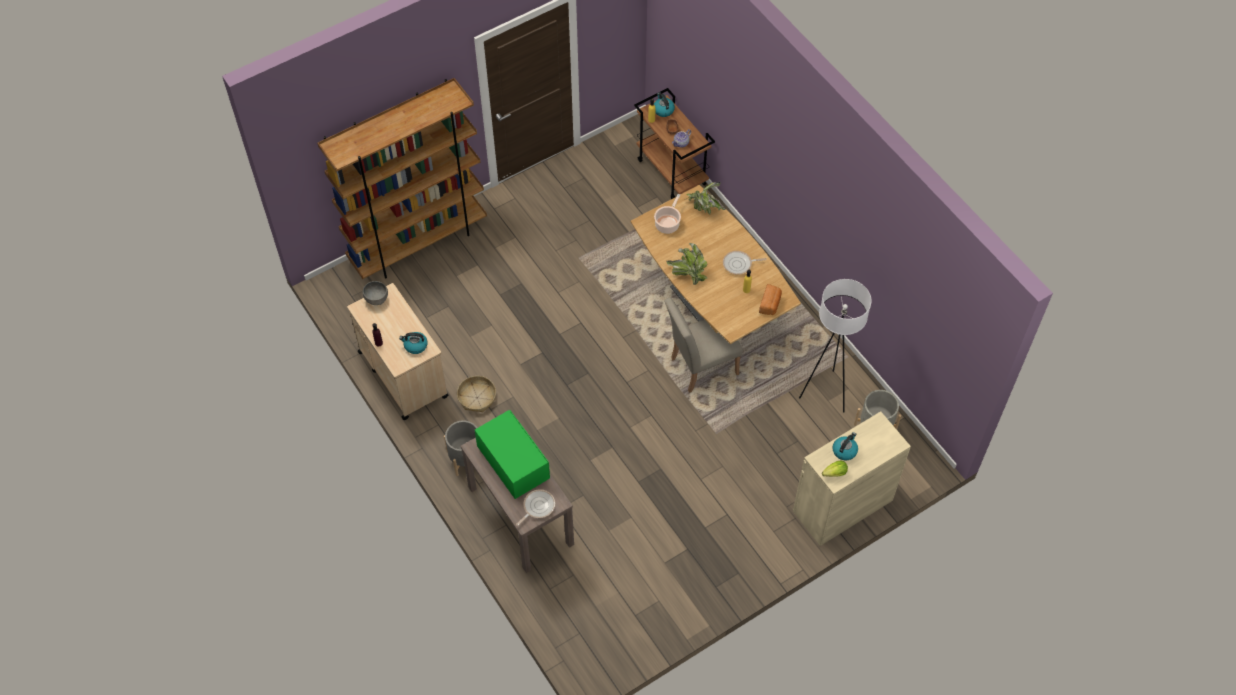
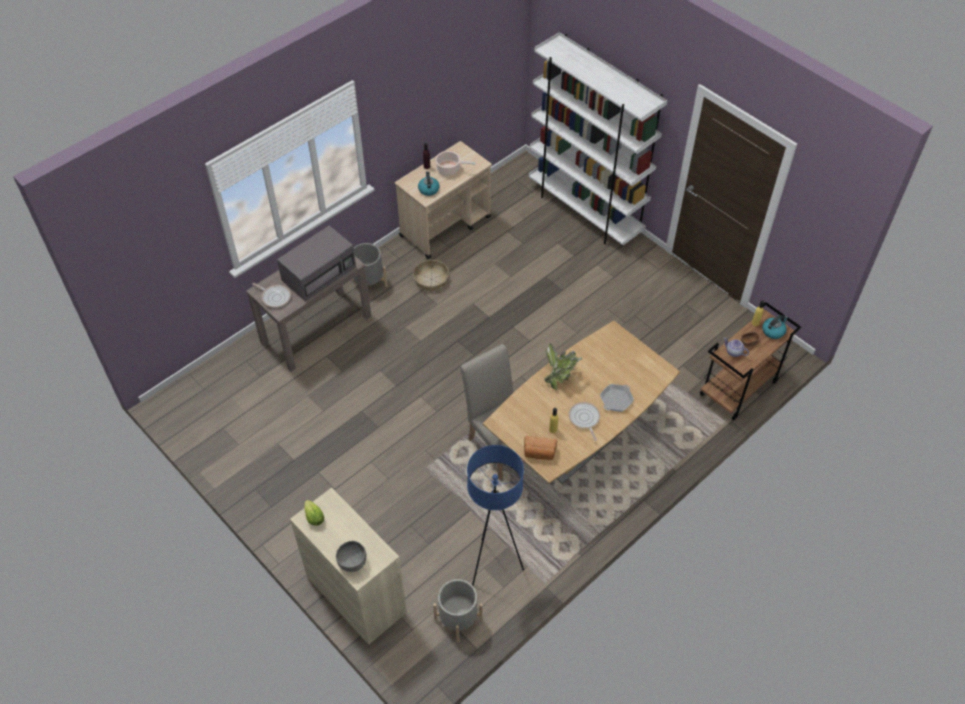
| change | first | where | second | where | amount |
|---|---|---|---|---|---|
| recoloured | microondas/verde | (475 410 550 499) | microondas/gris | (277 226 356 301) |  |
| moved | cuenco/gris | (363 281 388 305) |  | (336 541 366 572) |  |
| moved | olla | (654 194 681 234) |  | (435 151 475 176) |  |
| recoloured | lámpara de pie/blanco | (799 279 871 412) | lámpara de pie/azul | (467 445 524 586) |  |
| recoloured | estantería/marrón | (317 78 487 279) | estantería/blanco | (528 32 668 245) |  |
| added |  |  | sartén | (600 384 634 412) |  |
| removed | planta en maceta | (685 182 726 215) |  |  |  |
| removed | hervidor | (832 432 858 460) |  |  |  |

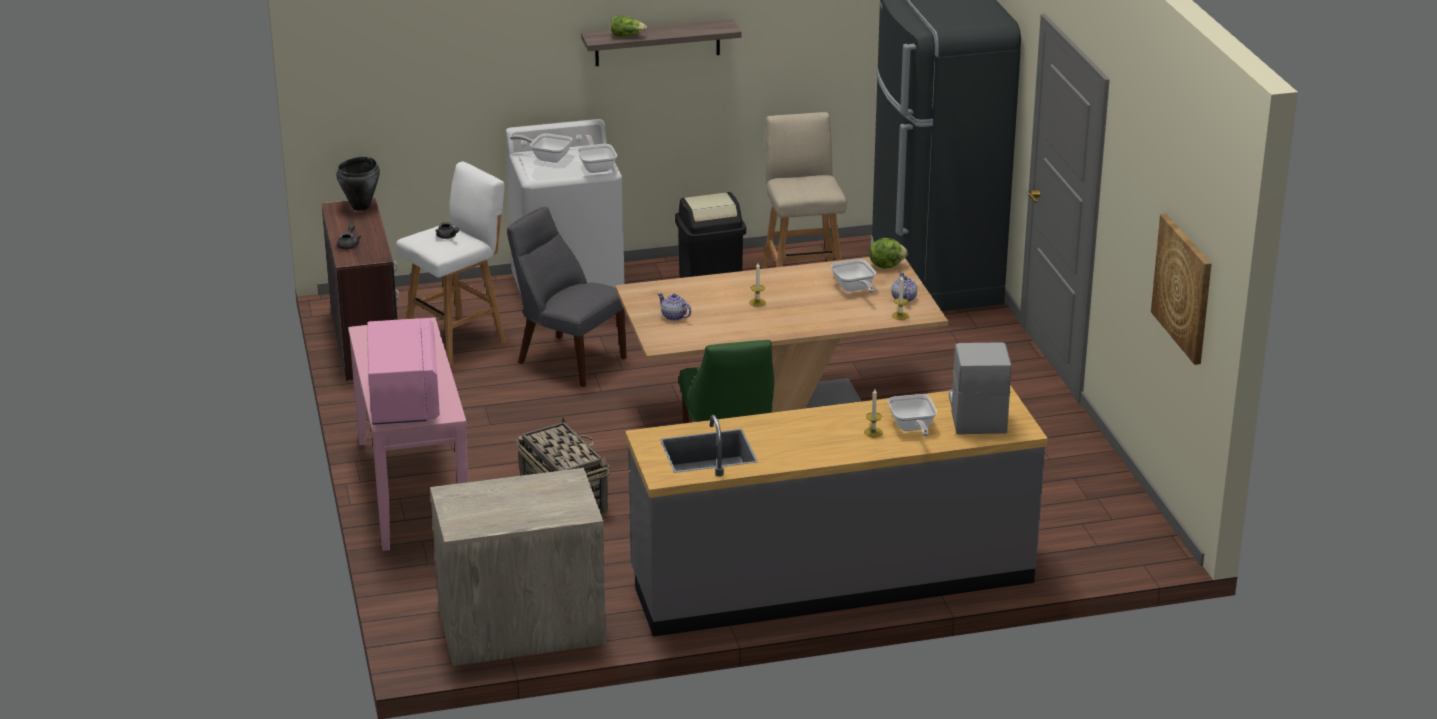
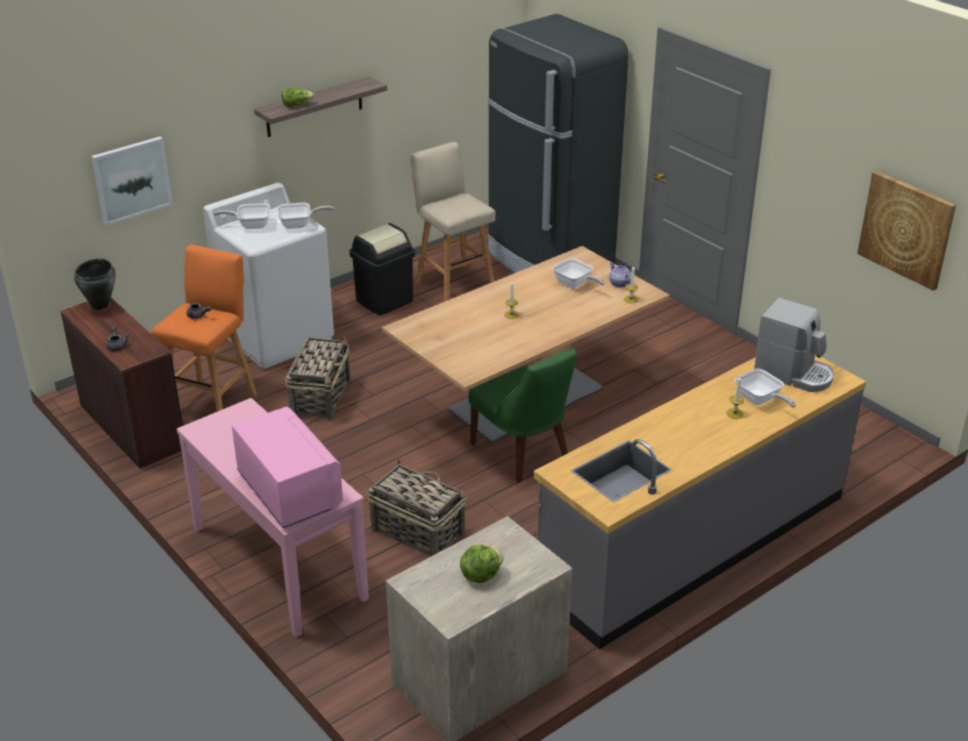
| change | first | where | second | where | amount |
|---|---|---|---|---|---|
| added |  |  | cuadro | (91 137 173 226) |  |
| recoloured | taburete/blanco | (396 161 506 365) | taburete/naranja | (151 245 257 412) |  |
| turned | sartén | (577 135 617 173) |  | (277 202 334 229) | 120 degrees clockwise |
| replaced | silla/gris | (507 207 627 387) | cesta | (285 336 351 421) |  |
| moved | lechuga | (869 238 908 268) |  | (460 545 504 583) |  |
| turned | cafetera | (949 342 1011 434) |  | (754 297 834 392) | 150 degrees clockwise |
| removed | tetera | (658 293 691 321) |  |  |  |

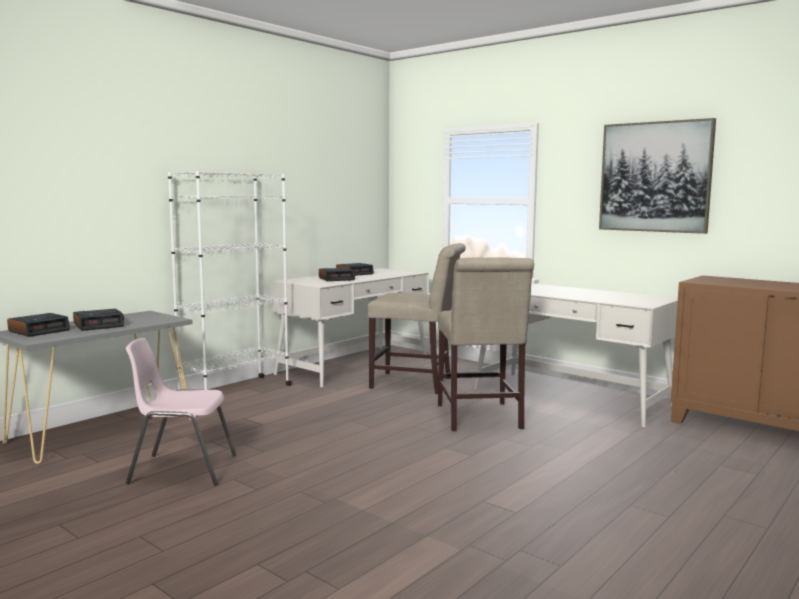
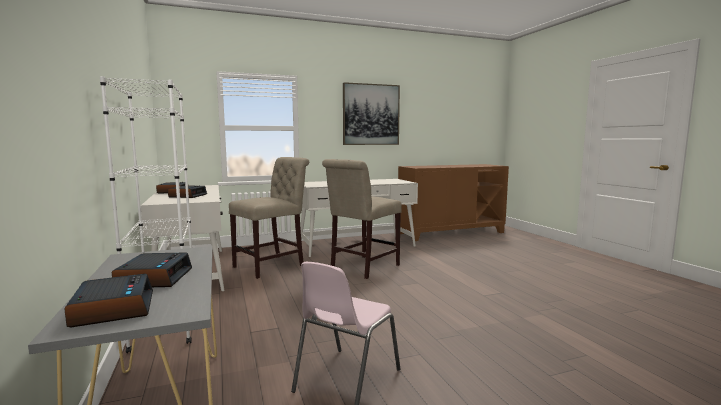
| change | first | where | second | where | amount |
|---|---|---|---|---|---|
| turned | silla/beis | (438 257 534 431) |  | (322 159 402 279) | 105 degrees clockwise |

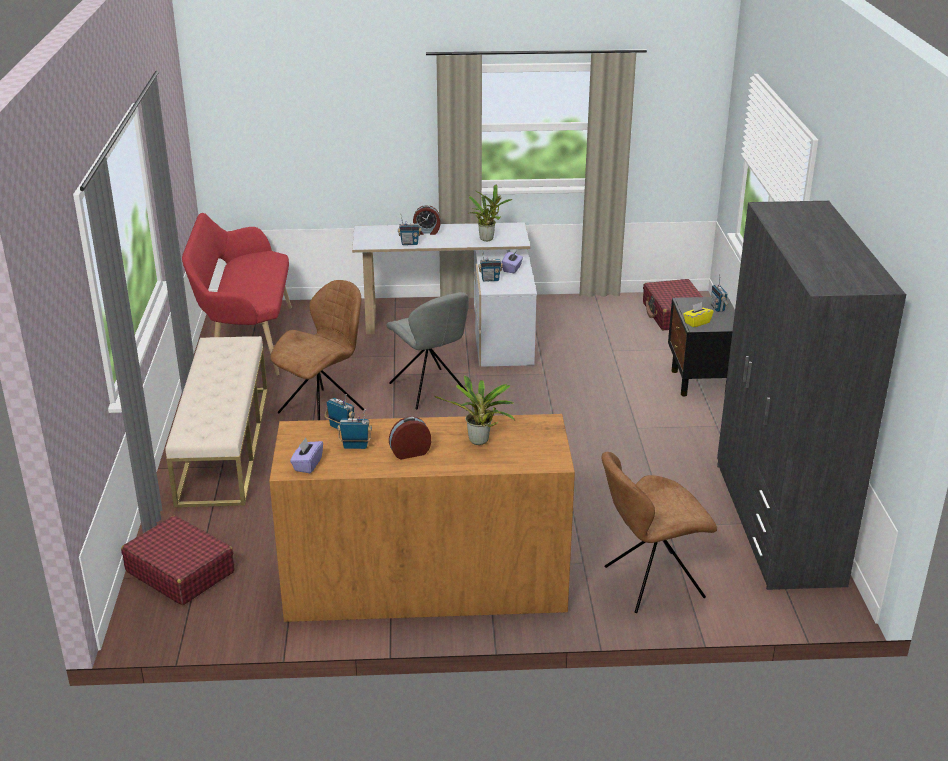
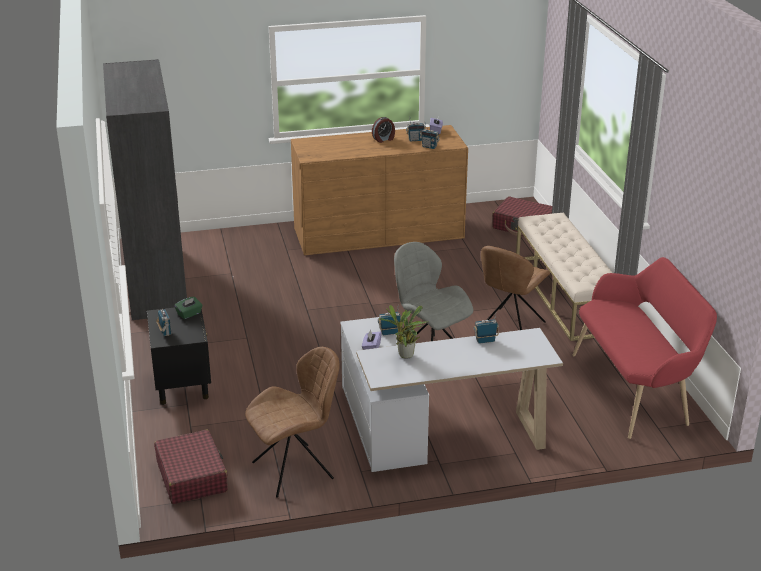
| change | first | where | second | where | amount |
|---|---|---|---|---|---|
| recoloured | caja de pañuelos/amarillo | (683 302 713 328) | caja de pañuelos/verde | (174 297 203 319) |  |
| moved | silla/marrón | (602 452 717 613) |  | (245 347 340 498) |  |
| removed | despertador | (413 205 441 235) |  |  |  |
| removed | planta en maceta | (435 375 515 445) |  |  |  |

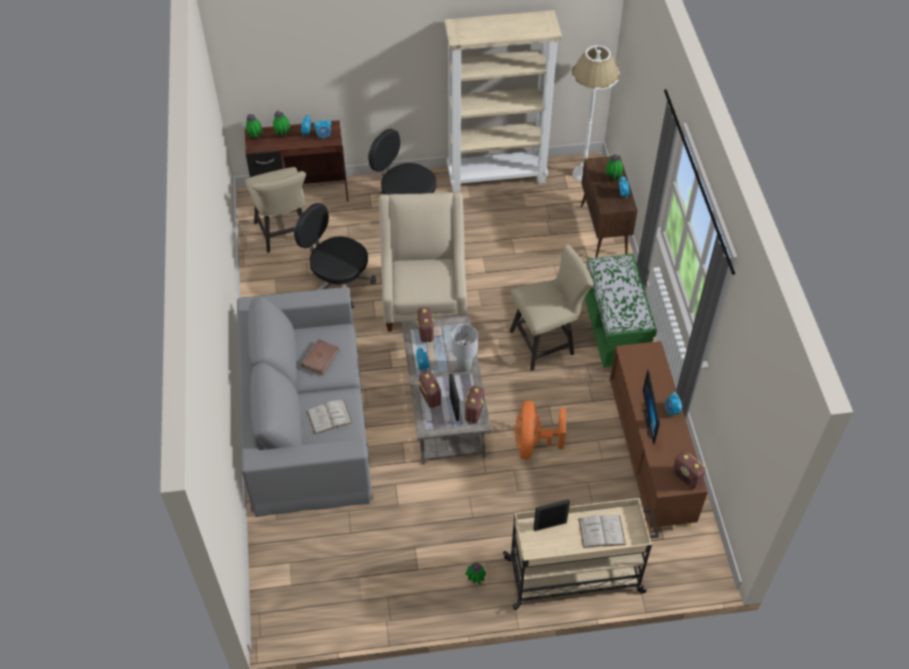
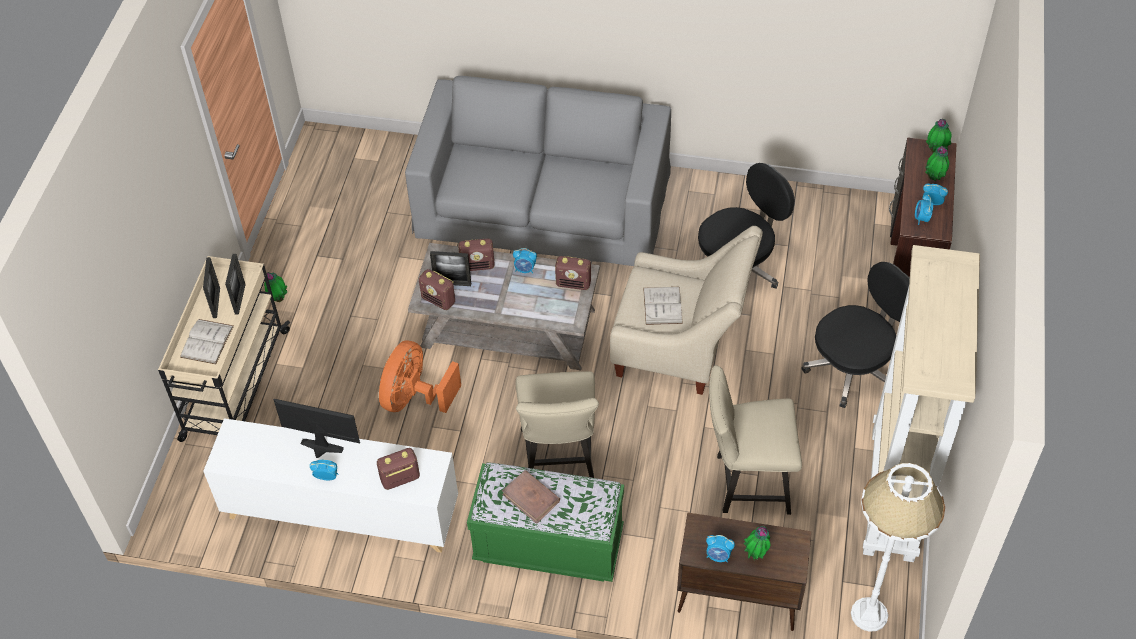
| change | first | where | second | where | amount |
|---|---|---|---|---|---|
| added |  |  | portarretratos | (203 257 220 318) |  |
| recoloured | armario/marrón | (610 341 708 532) | armario/blanco | (203 418 458 553) |  |
| moved | radio | (672 451 706 489) |  | (377 448 420 490) |  |
| turned | ventilador/naranja | (514 401 566 460) |  | (379 340 461 413) | 90 degrees counterclockwise |
| moved | libro/marrón | (301 339 340 375) |  | (502 470 560 524) |  |
| moved | libro/blanco | (307 400 352 434) |  | (643 287 683 325) |  |
| moved | silla/beis | (245 167 306 253) |  | (709 365 802 515) |  |
| removed | lámpara de mesa/gris | (452 325 478 372) |  |  |  |

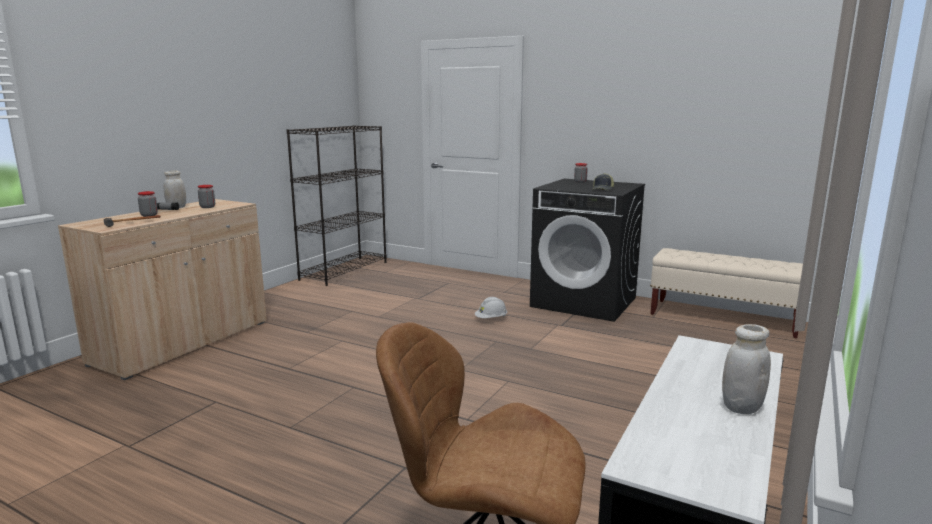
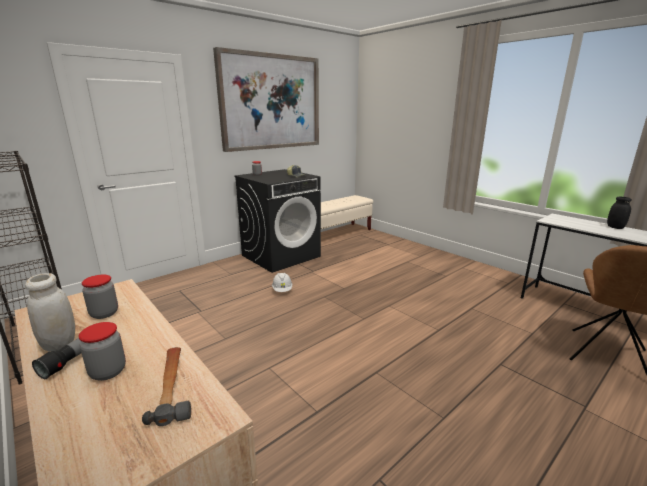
| change | first | where | second | where | amount |
|---|---|---|---|---|---|
| added |  |  | cuadro | (213 47 319 152) |  |
| recoloured | tarro/blanco | (722 324 771 414) | tarro/negro | (607 197 632 229) |  |

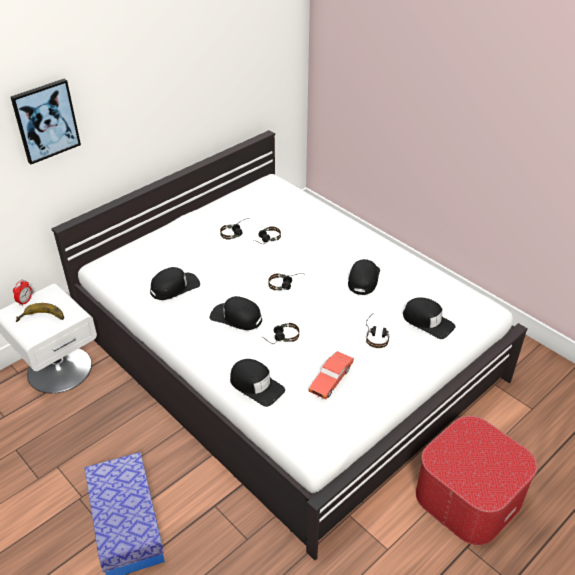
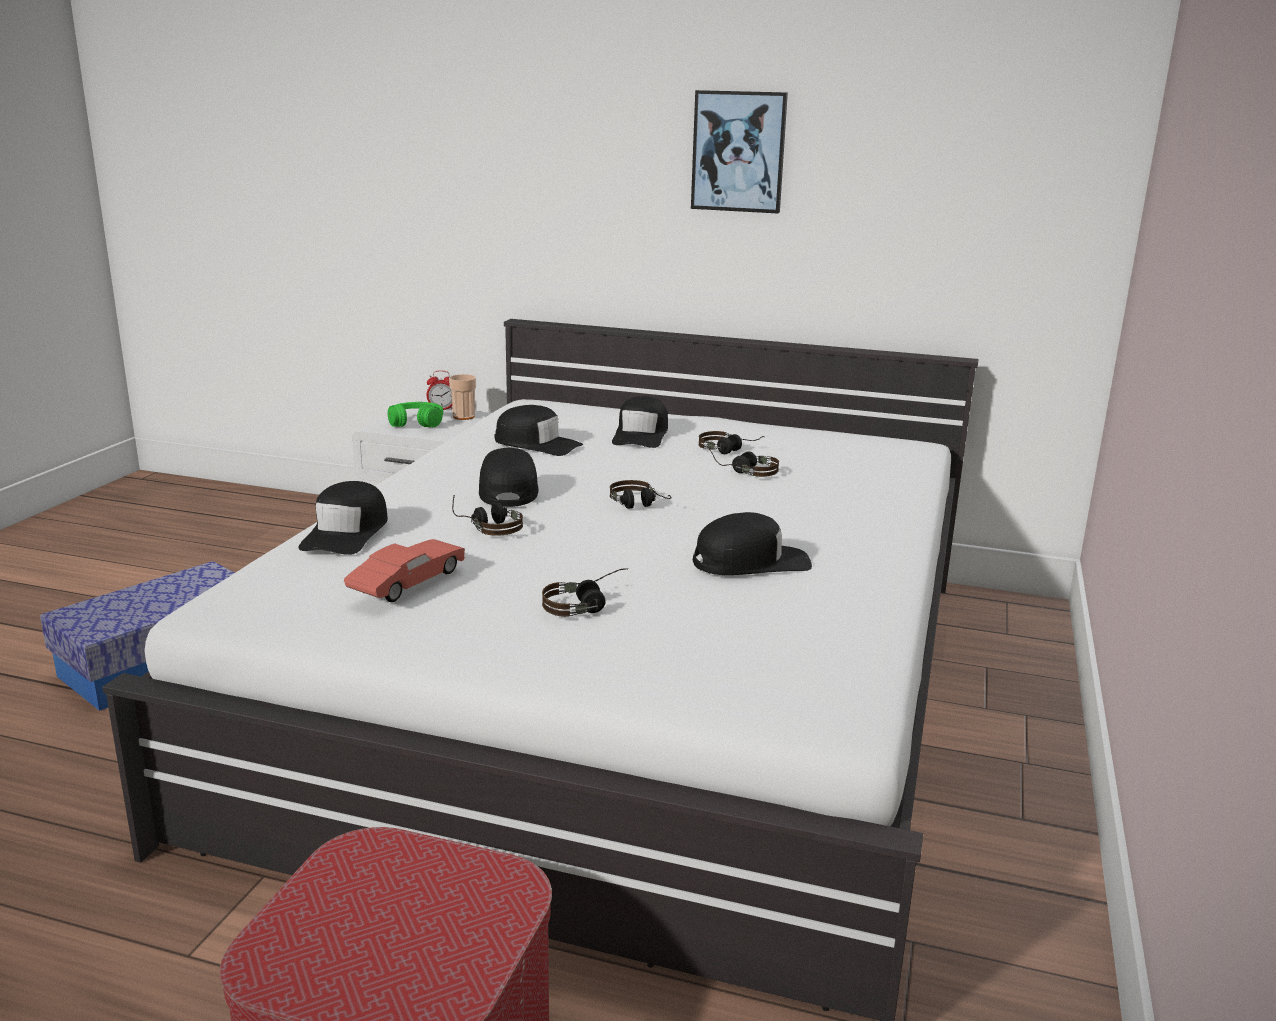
| change | first | where | second | where | amount |
|---|---|---|---|---|---|
| turned | coche de juguete/rojo | (309 351 354 399) |  | (344 539 465 602) | 120 degrees clockwise |
| replaced | plátano | (16 303 64 322) | auriculares/verde | (388 402 443 427) |  |
| added |  |  | taza | (449 374 476 420) |  |
| moved | gorra/negro | (403 297 455 339) |  | (612 396 668 448) |  |
| moved | cuadro | (11 79 81 164) |  | (691 90 788 213) |  |

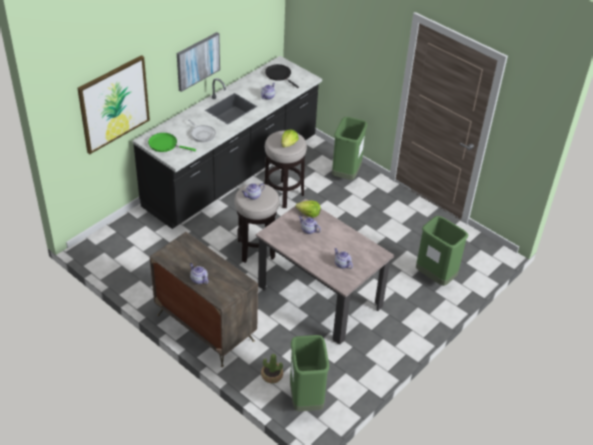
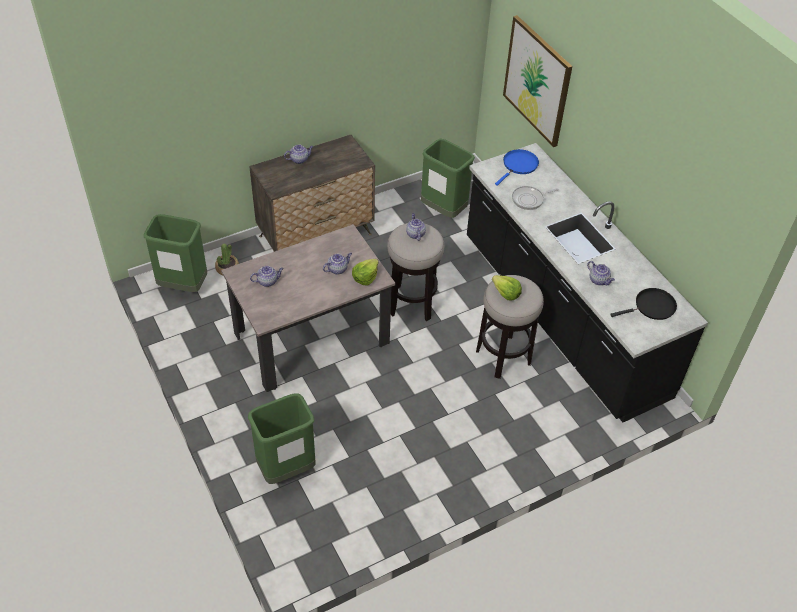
| change | first | where | second | where | amount |
|---|---|---|---|---|---|
| moved | papelera/verde | (332 117 367 180) |  | (421 138 475 218) |  |
| recoloured | sartén/verde | (148 133 196 152) | sartén/azul | (495 149 539 186) |  |
| removed | cuadro | (177 32 220 92) |  |  |  |

